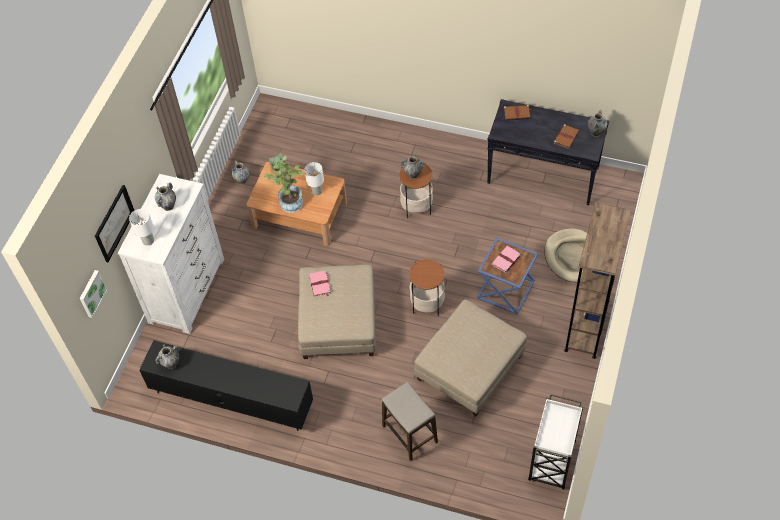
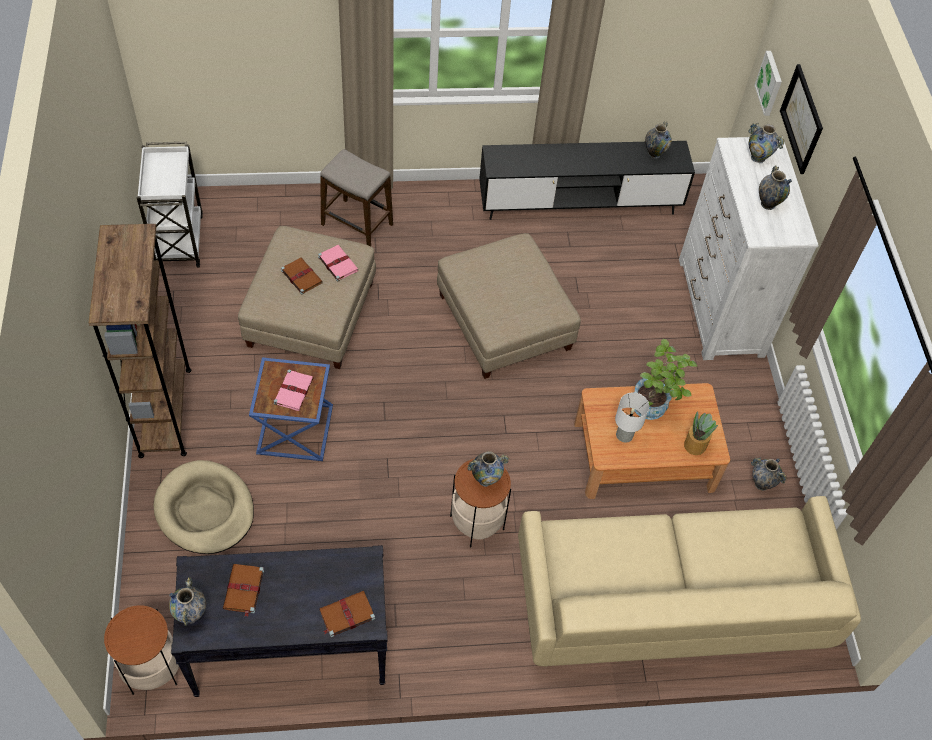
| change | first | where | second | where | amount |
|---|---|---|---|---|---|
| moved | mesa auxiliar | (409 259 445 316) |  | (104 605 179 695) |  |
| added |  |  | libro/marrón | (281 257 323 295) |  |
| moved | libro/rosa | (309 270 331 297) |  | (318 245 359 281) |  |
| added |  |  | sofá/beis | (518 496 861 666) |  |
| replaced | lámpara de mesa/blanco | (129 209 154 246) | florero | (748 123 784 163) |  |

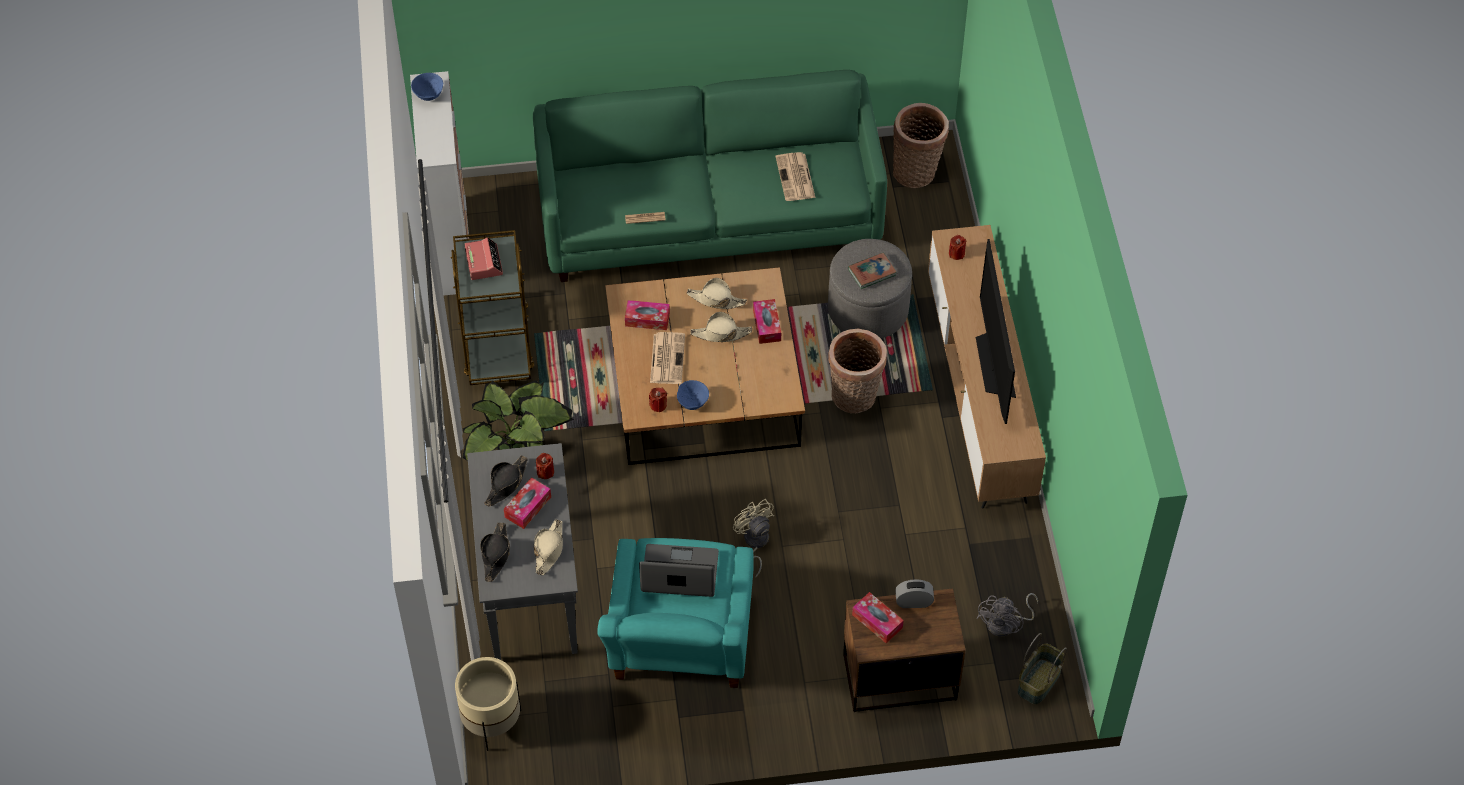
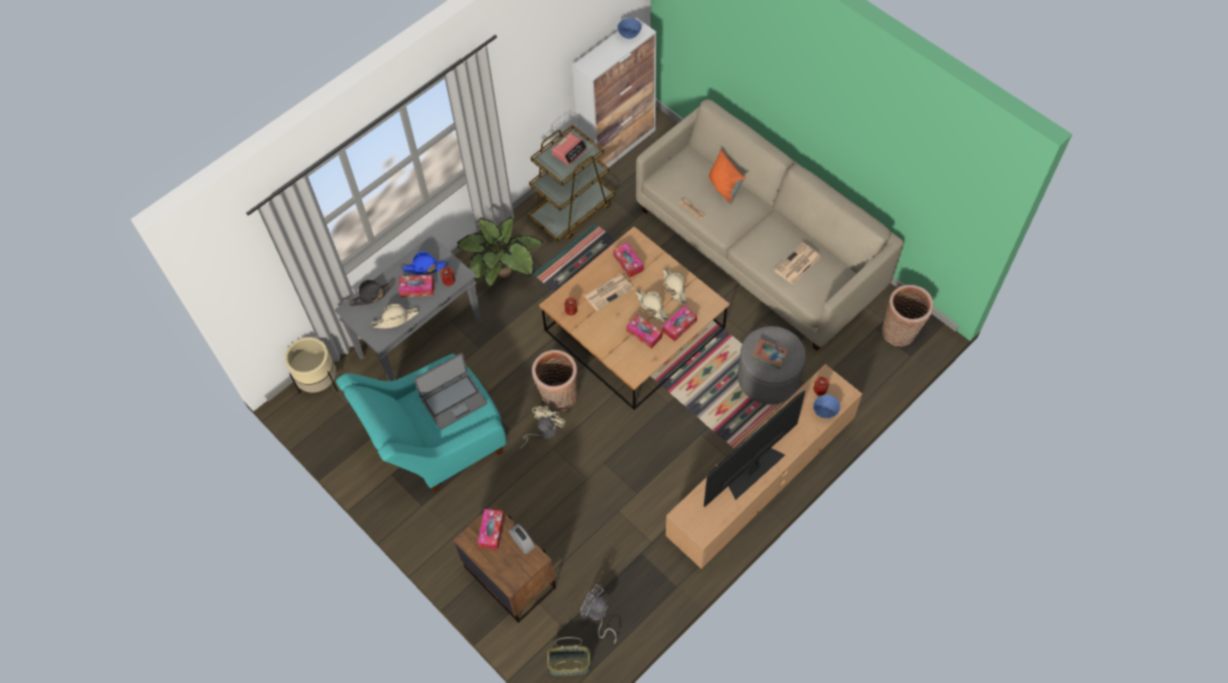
| change | first | where | second | where | amount |
|---|---|---|---|---|---|
| recoloured | sombrero/negro | (484 455 528 507) | sombrero/azul | (401 251 449 275) |  |
| turned | portátil | (639 544 719 597) |  | (414 353 487 430) | 90 degrees clockwise |
| moved | cesta | (828 329 887 413) |  | (532 350 578 412) |  |
| turned | ventilador/gris | (977 593 1038 637) |  | (580 584 617 644) | 45 degrees clockwise |
| added |  |  | caja de pañuelos | (626 315 662 349) |  |
| recoloured | sofá/verde | (533 70 887 282) | sofá/beis | (636 100 903 351) |  |
| added |  |  | cojín/naranja | (709 150 745 204) |  |
| moved | cuenco/azul | (677 380 709 410) |  | (813 394 840 419) |  |

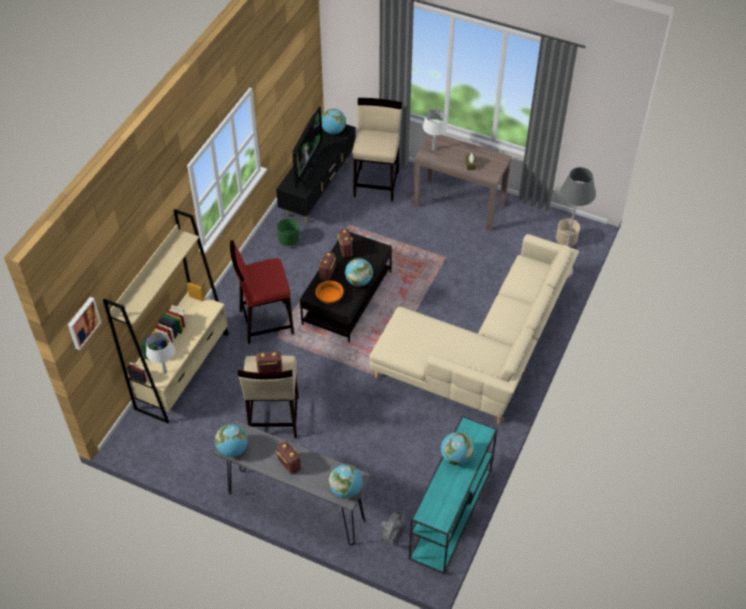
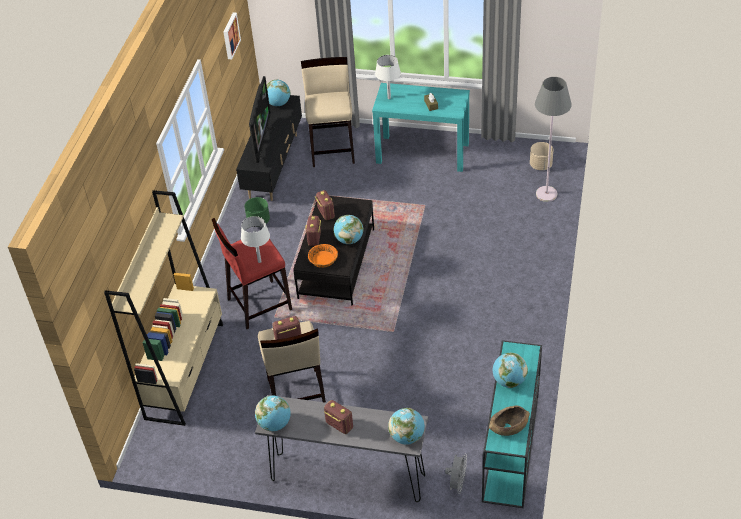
| change | first | where | second | where | amount |
|---|---|---|---|---|---|
| moved | cuadro | (68 297 101 350) |  | (223 12 241 60) |  |
| moved | lámpara de mesa/blanco | (146 332 175 374) |  | (241 216 270 263) |  |
| recoloured | mesa consola/marrón | (413 134 512 231) | mesa consola/turquesa | (372 83 470 172) |  |
| added |  |  | cuenco/marrón | (489 405 530 436) |  |
| removed | sofá/beis | (369 234 579 424) |  |  |  |

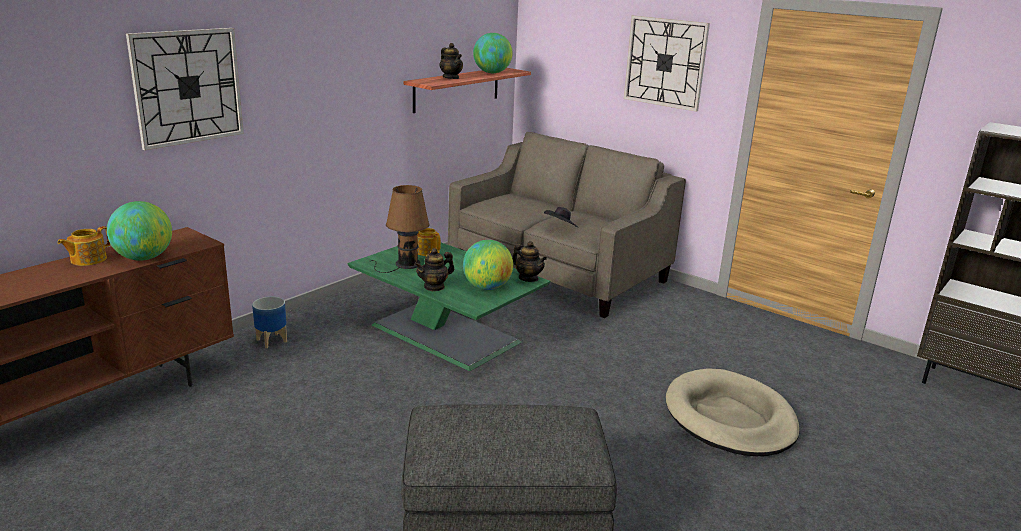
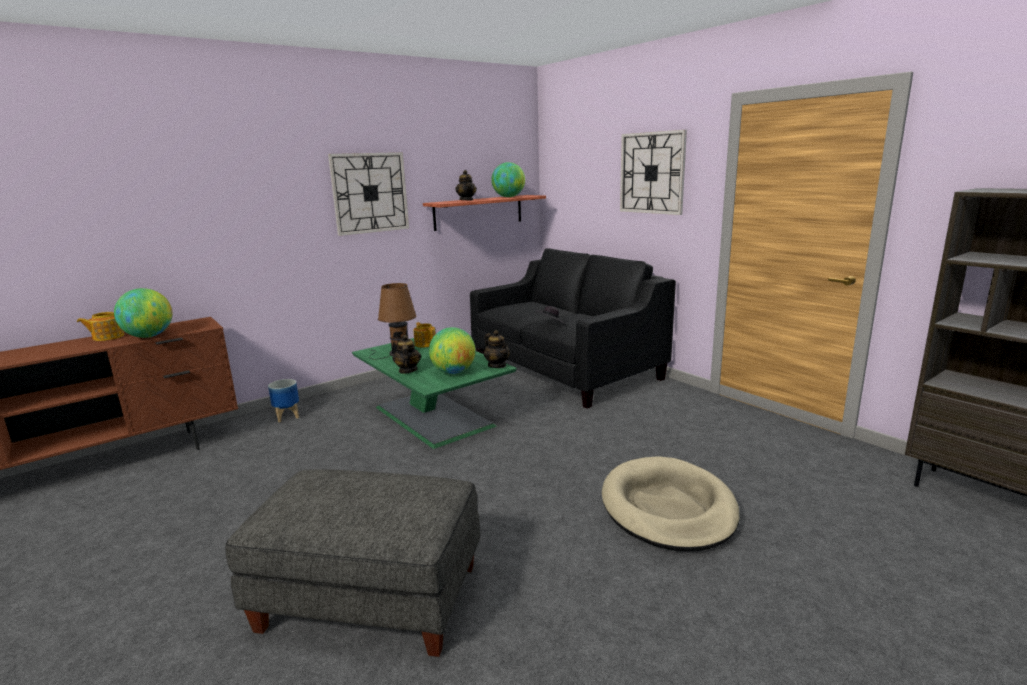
| change | first | where | second | where | amount |
|---|---|---|---|---|---|
| moved | reloj de pared | (126 28 244 150) |  | (328 152 409 236) |  |
| turned | tetera | (414 248 454 291) |  | (393 335 421 374) | 105 degrees clockwise |
| recoloured | sofá/beis | (448 132 686 318) | sofá/negro | (470 248 676 409) |  |

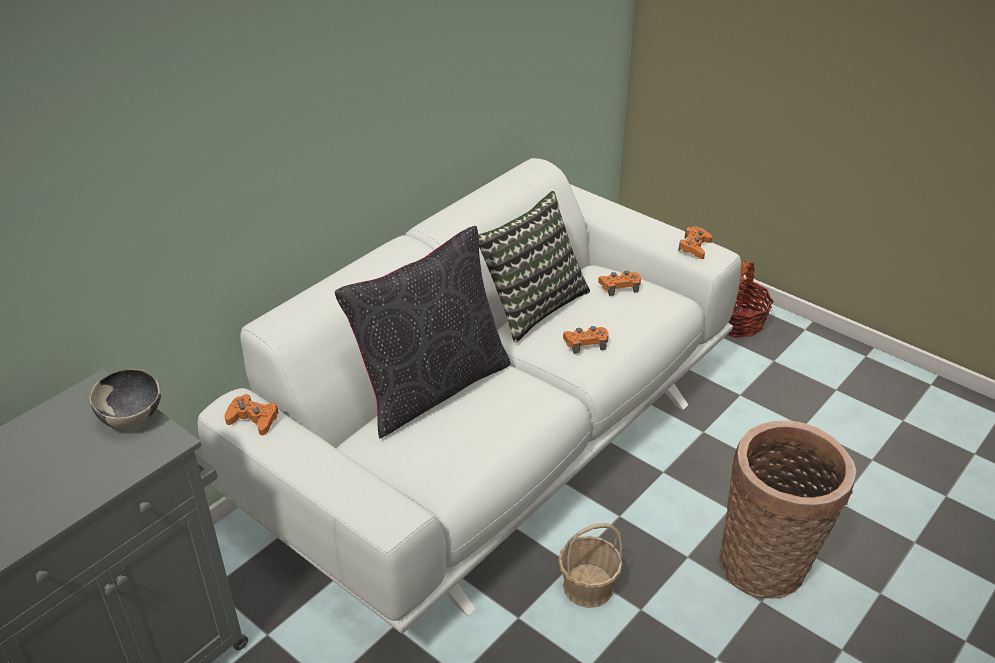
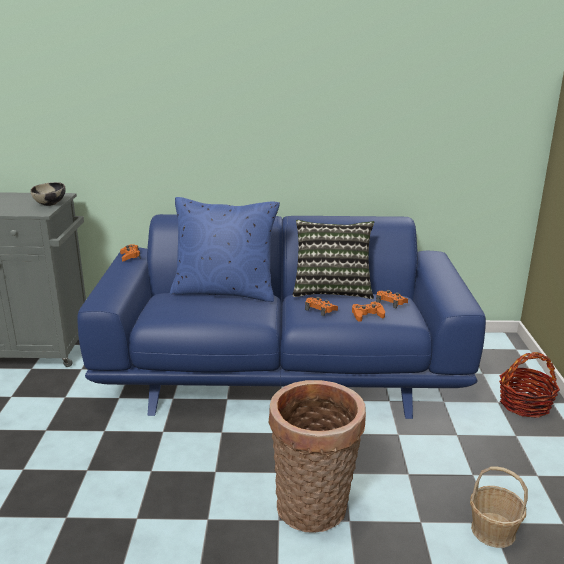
| change | first | where | second | where | amount |
|---|---|---|---|---|---|
| recoloured | sofá/blanco | (198 158 741 633) | sofá/azul | (77 214 486 419) |  |
| recoloured | cojín/negro | (335 226 511 438) | cojín/azul | (170 197 280 302) |  |
| moved | mando de consola/naranja | (678 227 712 259) |  | (352 302 385 322) |  |
| moved | cesta | (558 523 623 608) |  | (470 467 528 548) |  |

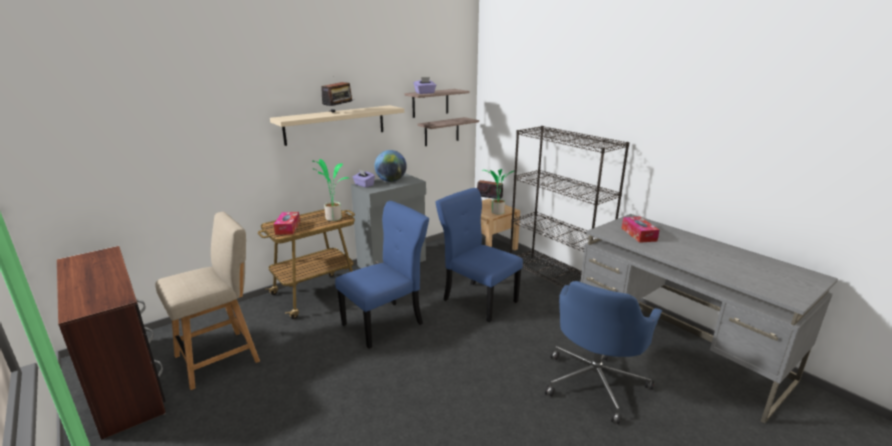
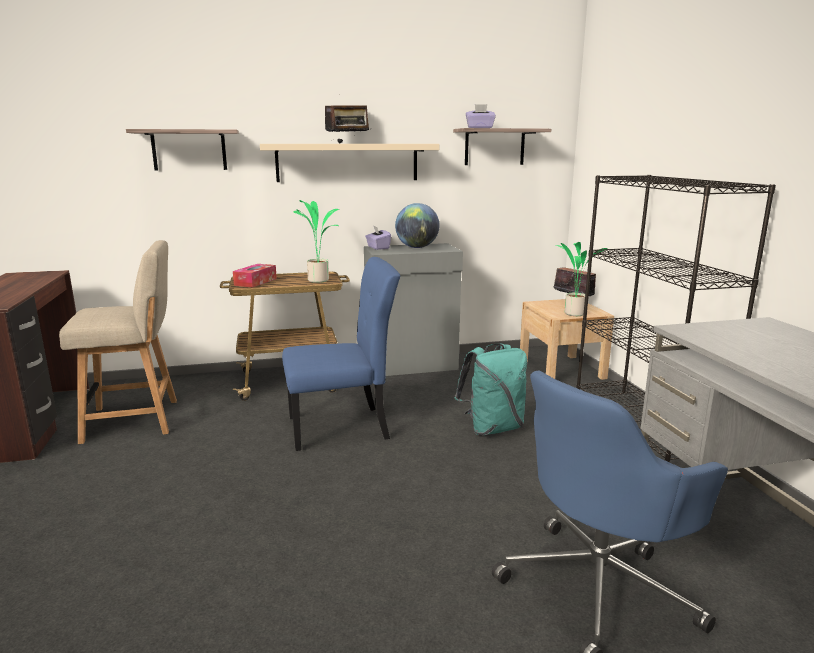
| change | first | where | second | where | amount |
|---|---|---|---|---|---|
| moved | estante | (417 117 479 146) |  | (126 129 239 170) |  |
| replaced | silla/azul | (435 188 523 322) | mochila/turquesa | (455 343 527 435) |  |
| removed | caja de pañuelos | (622 217 659 243) |  |  |  |

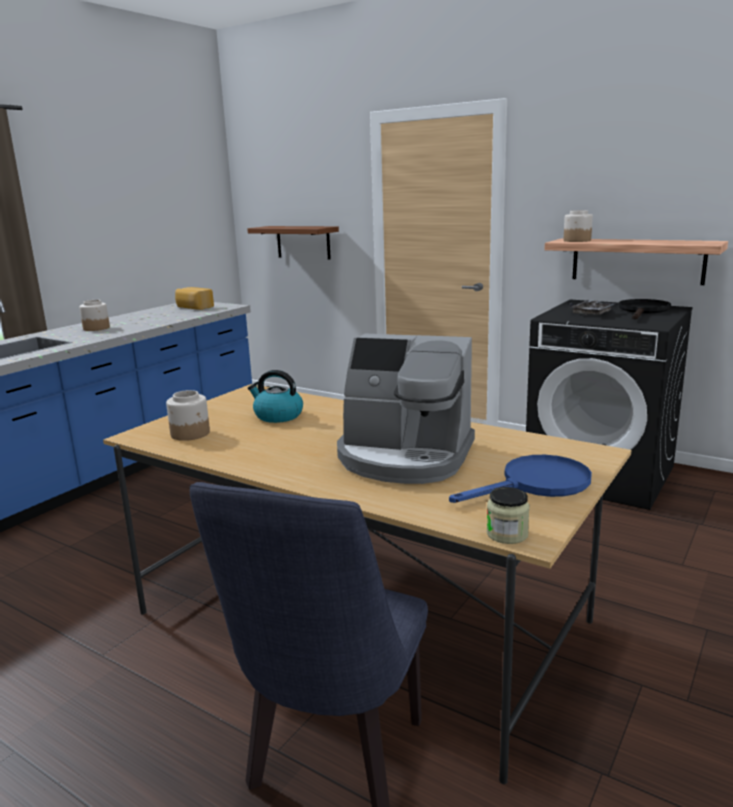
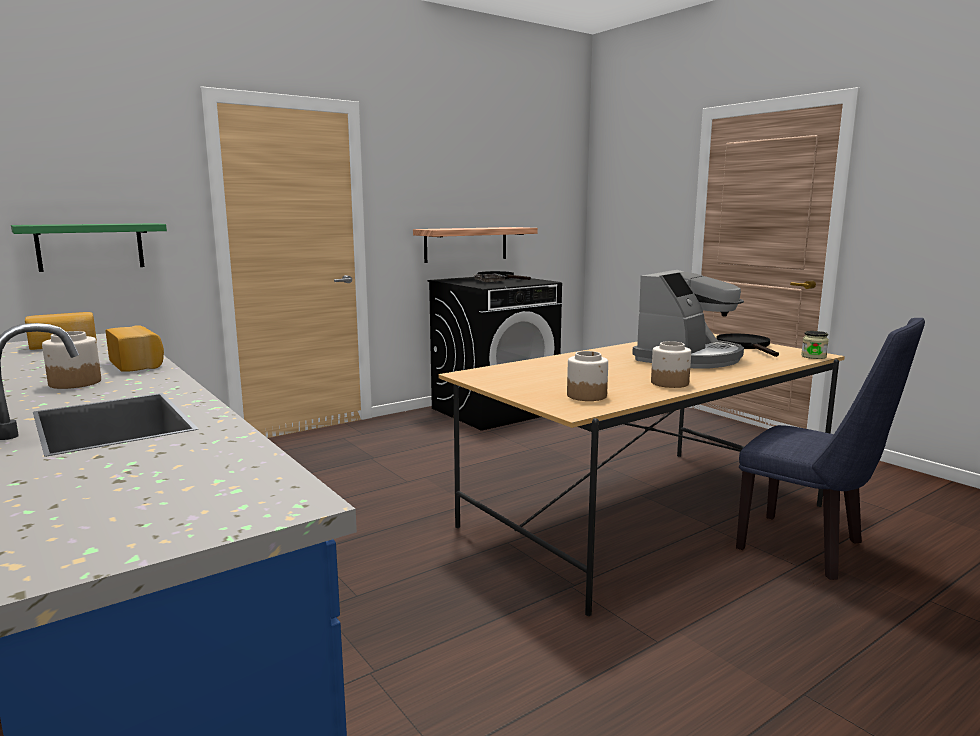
| change | first | where | second | where | amount |
|---|---|---|---|---|---|
| recoloured | estante/marrón | (247 226 339 259) | estante/verde | (11 223 167 272) |  |
| added |  |  | pan | (106 325 164 372) |  |
| moved | tarro | (563 210 593 242) |  | (651 341 691 388) |  |
| recoloured | sartén/azul | (449 455 592 503) | sartén/negro | (716 333 779 357) |  |
| removed | hervidor | (248 370 303 423) |  |  |  |

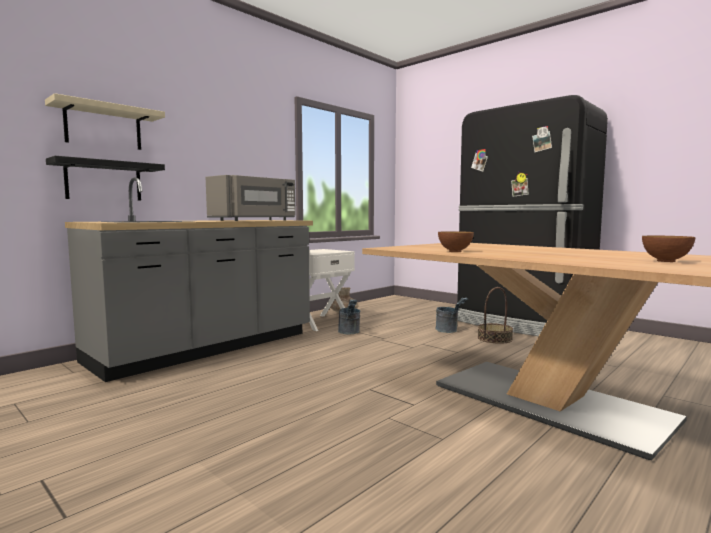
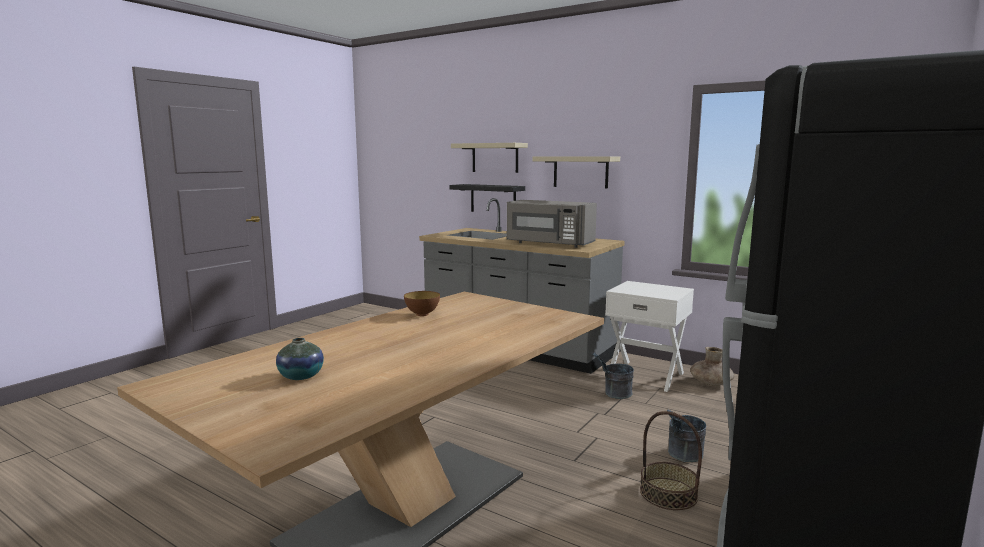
| change | first | where | second | where | amount |
|---|---|---|---|---|---|
| replaced | cuenco | (642 236 695 262) | florero | (276 338 324 380) |  |
| added |  |  | estante/beis | (533 156 620 189) |  |

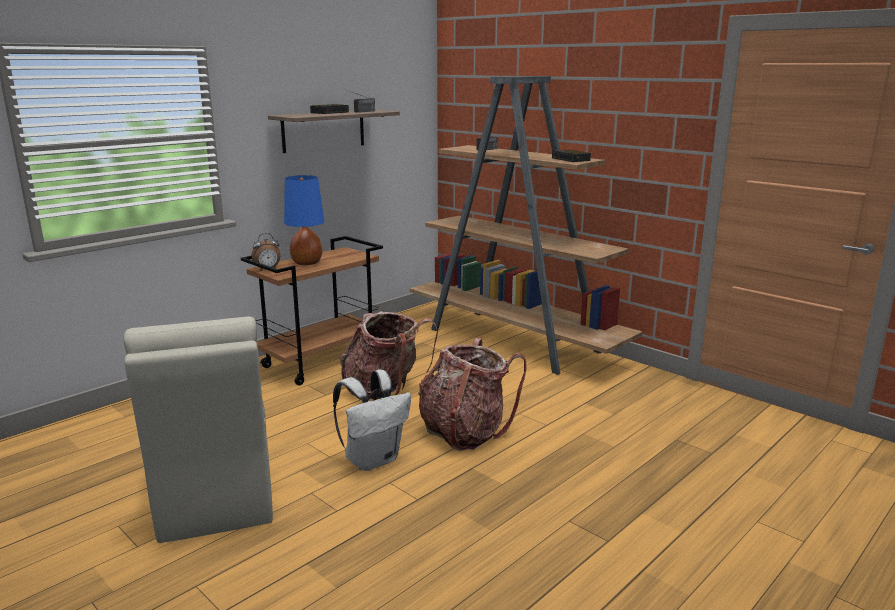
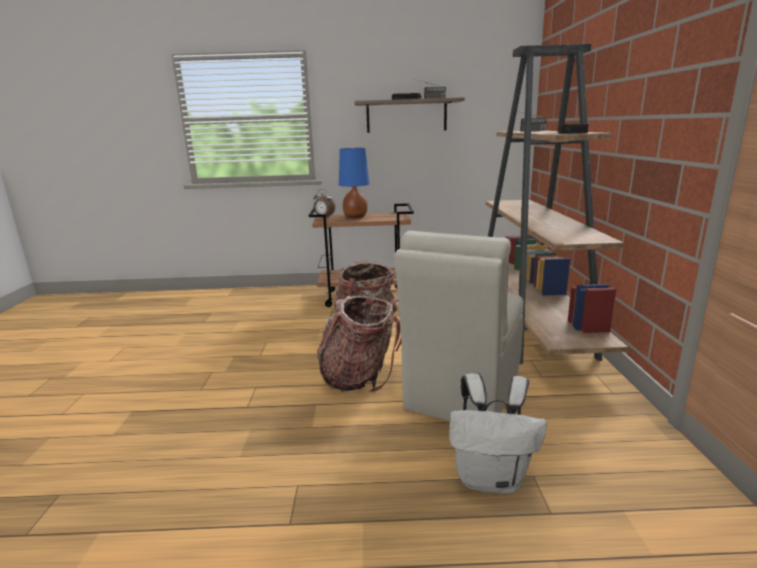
| change | first | where | second | where | amount |
|---|---|---|---|---|---|
| moved | silla/beis | (123 317 273 543) |  | (394 231 524 421) |  |
| moved | mochila/blanco | (333 370 411 471) |  | (449 373 547 494) |  |

